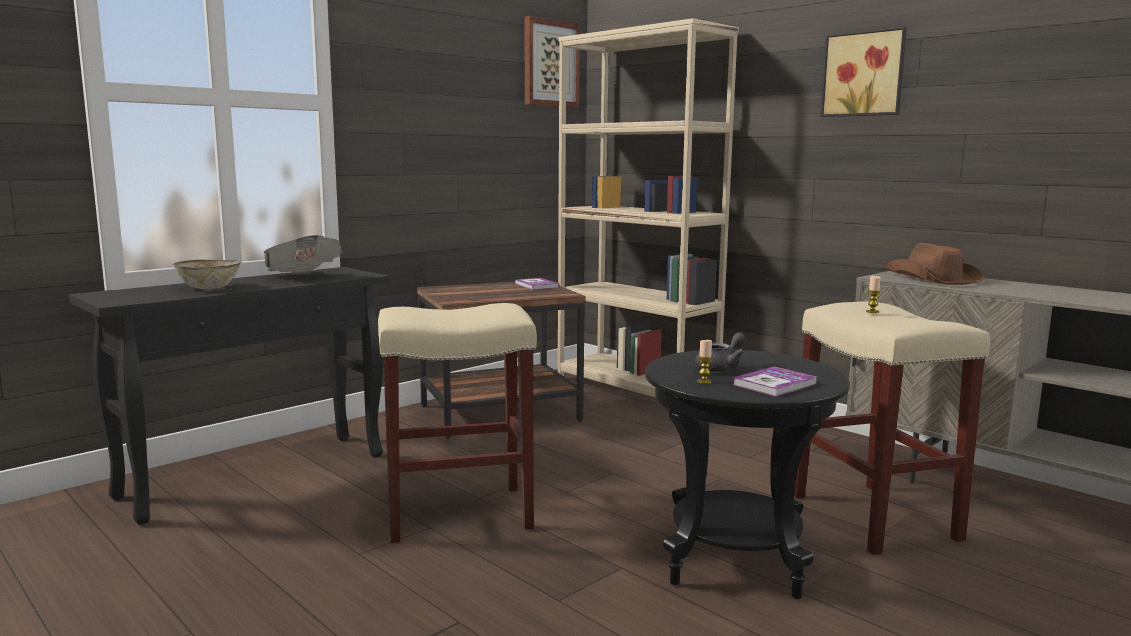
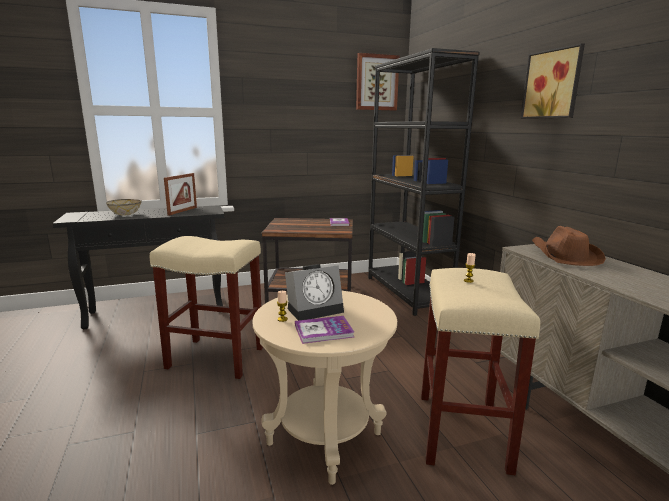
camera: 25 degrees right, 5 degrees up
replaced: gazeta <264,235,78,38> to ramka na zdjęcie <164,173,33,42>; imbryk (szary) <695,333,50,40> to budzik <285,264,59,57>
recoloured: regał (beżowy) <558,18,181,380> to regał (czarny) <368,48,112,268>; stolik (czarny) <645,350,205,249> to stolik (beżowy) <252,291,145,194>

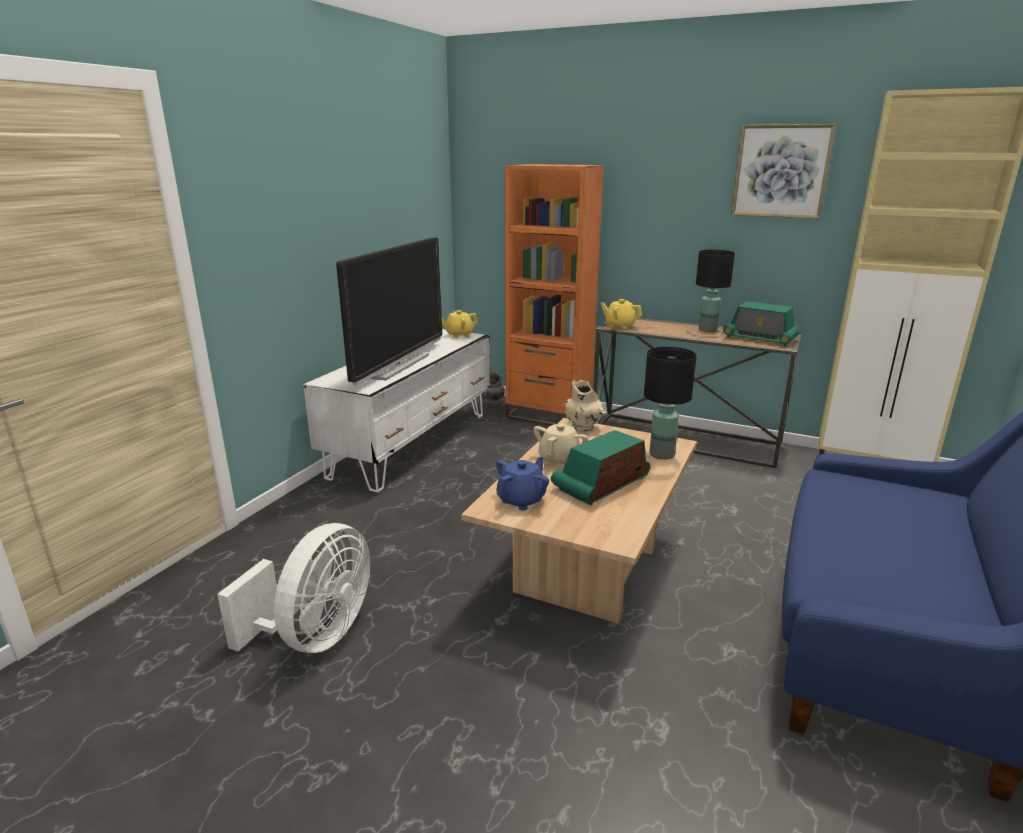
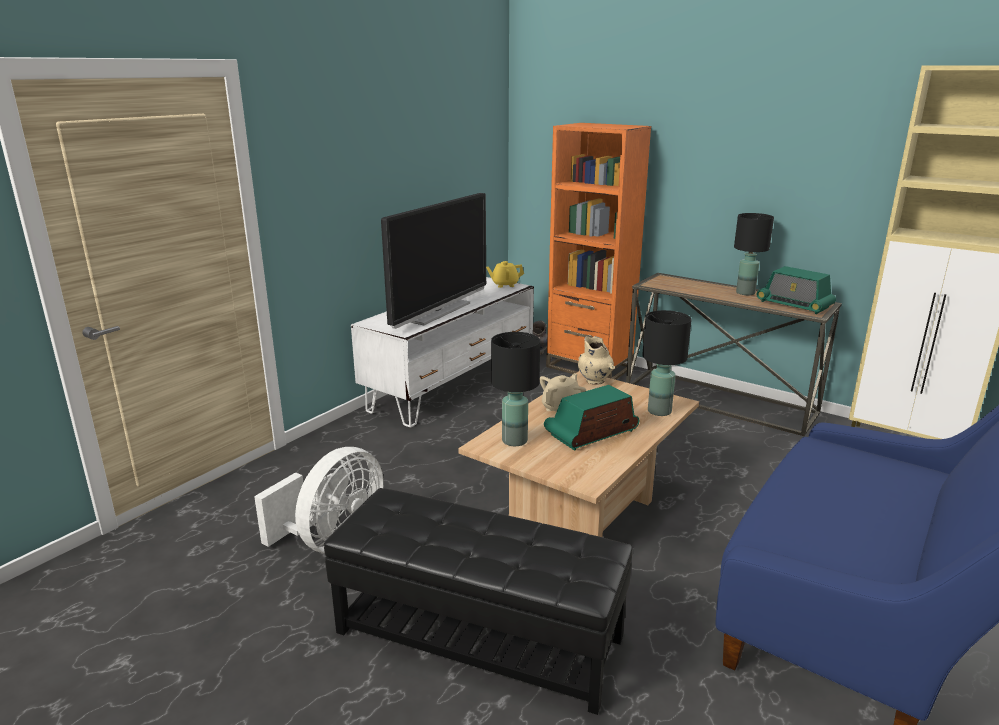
camera: 10 degrees right, 0 degrees up
removed: obraz <731,124,105,95>; imbryk (żółty) <600,299,42,30>
added: pufa (czarny) <324,488,309,227>
replaced: imbryk (niebieski) <496,457,53,54> to lampa stołowa (czarny) <491,332,49,114>

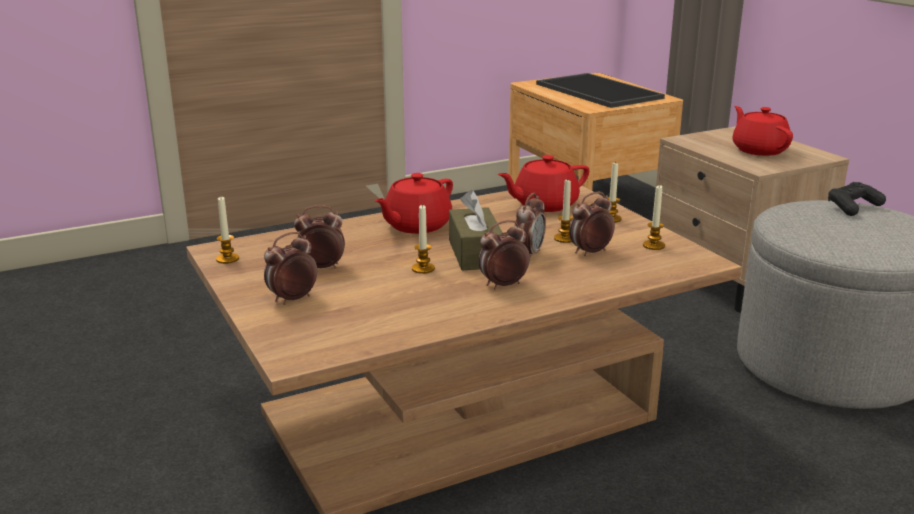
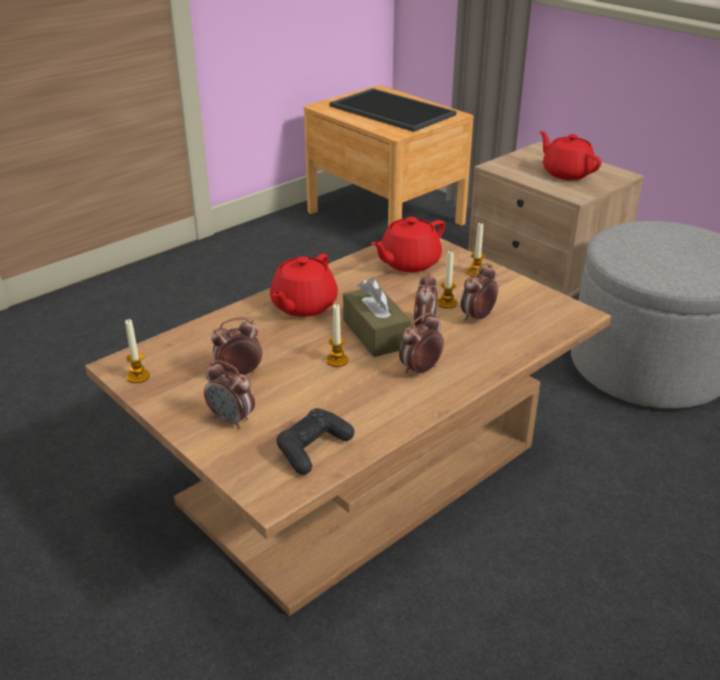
camera: 15 degrees left, 10 degrees up
removed: świeca <643,184,22,66>
moved: pad do gier (czarny) <828,182,58,34> to <277,408,77,67>
turned: budzik <264,232,53,73> = <204,360,51,69> 90 degrees counterclockwise

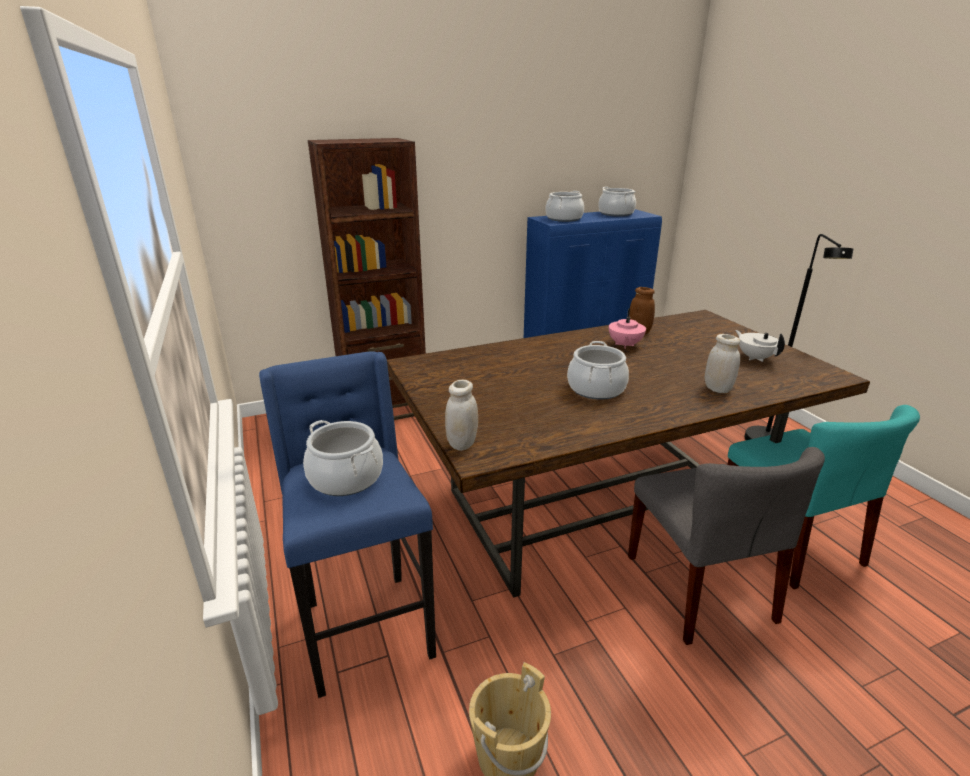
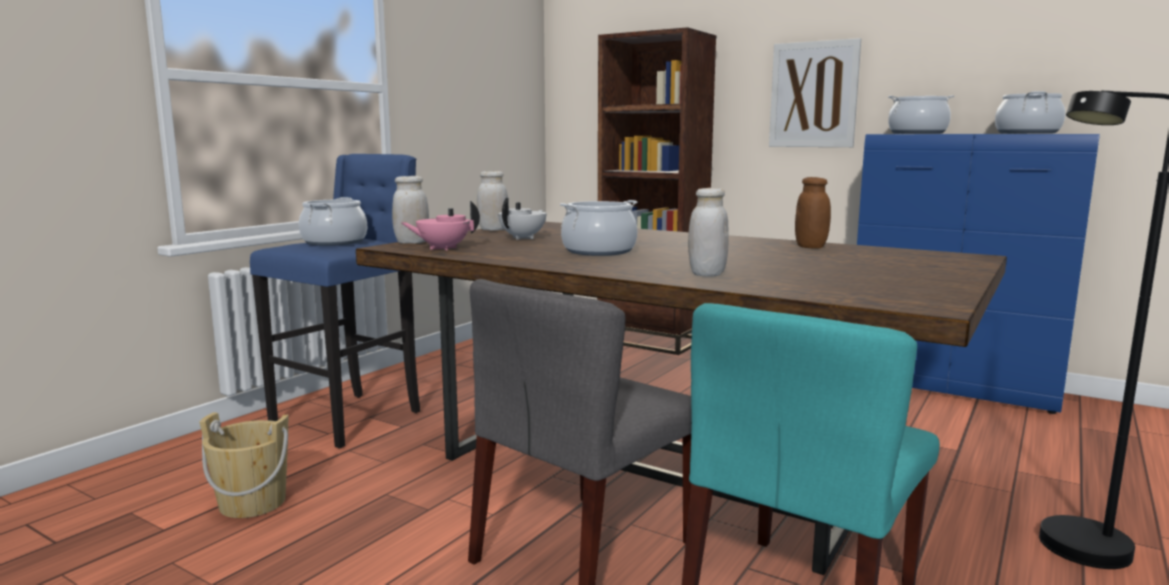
camera: 55 degrees right, 15 degrees down
added: obraz <769,38,92,109>; słoik (biały) <477,171,31,60>
moved: imbryk (różowy) <609,308,37,41> to <402,201,78,49>; imbryk (biały) <735,330,50,32> to <498,197,48,43>

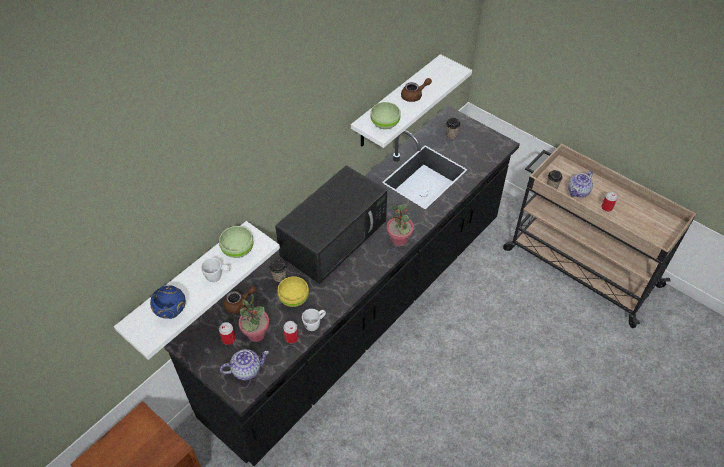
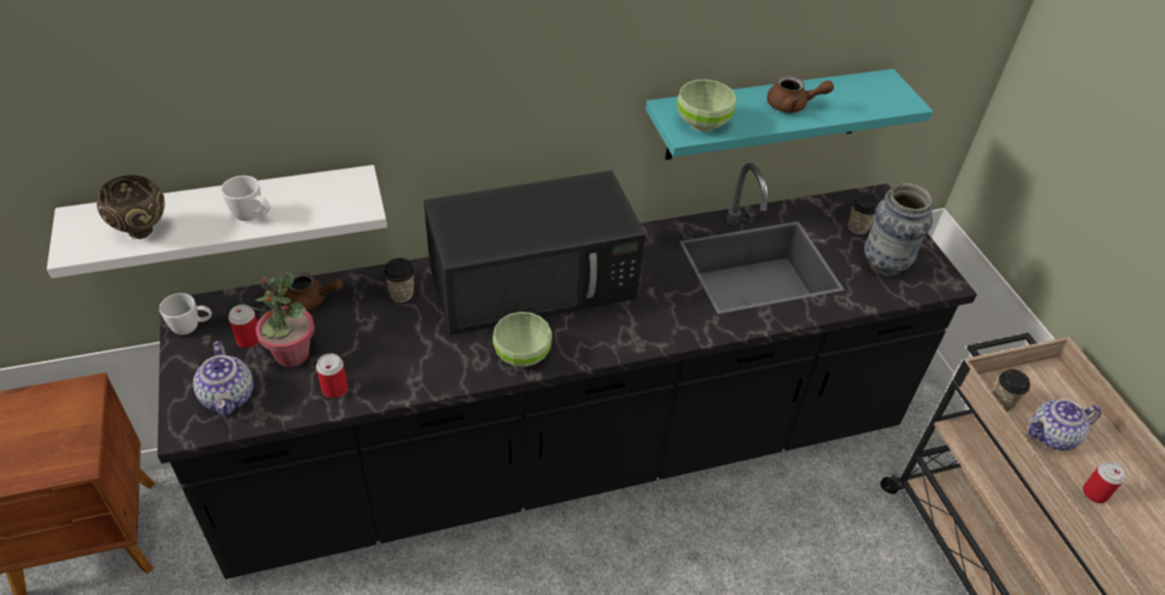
camera: 30 degrees right, 5 degrees down
removed: roślina doniczkowa <386,204,28,42>; miska (żółty) <277,277,32,30>
added: wazon <864,183,70,94>
moved: miska (zielony) <219,226,35,32> to <493,312,59,55>; kubek (biały) <302,309,24,22> to <159,293,53,42>
recoloured: półka (biały) <351,54,121,94> to półka (turkusowy) <646,69,287,91>; miska (niebieski) <150,286,36,33> to miska (brązowy) <97,175,68,64>
turned: imbryk <220,349,49,31> = <193,341,60,75> 60 degrees clockwise

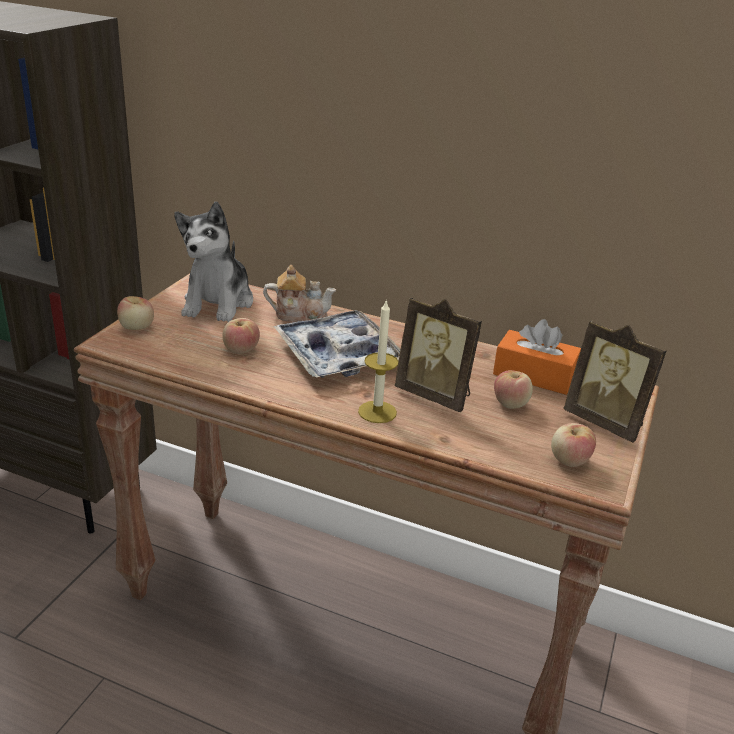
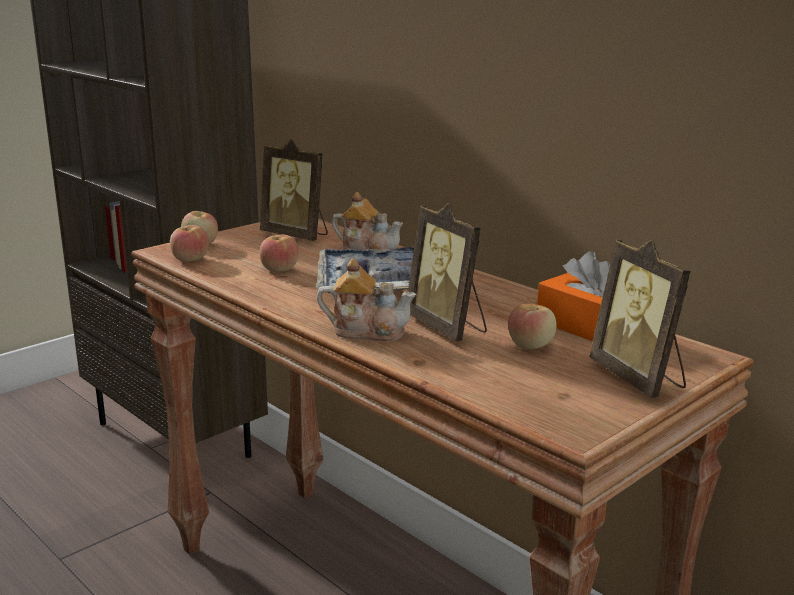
camera: 25 degrees right, 10 degrees down
moved: jabłko <551,423,45,44> to <170,225,39,37>
replaced: pluszak <174,202,79,120> to ramka na zdjęcie <260,139,68,102>; świeca <358,299,40,124> to imbryk <317,258,99,83>

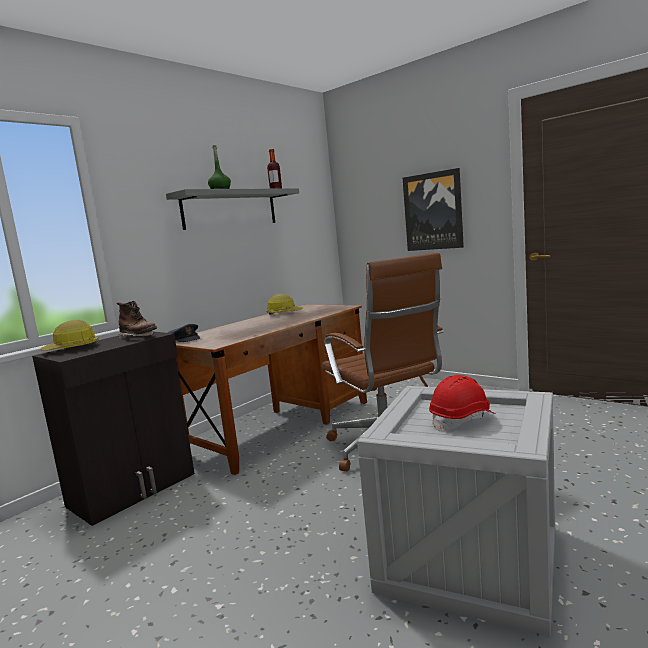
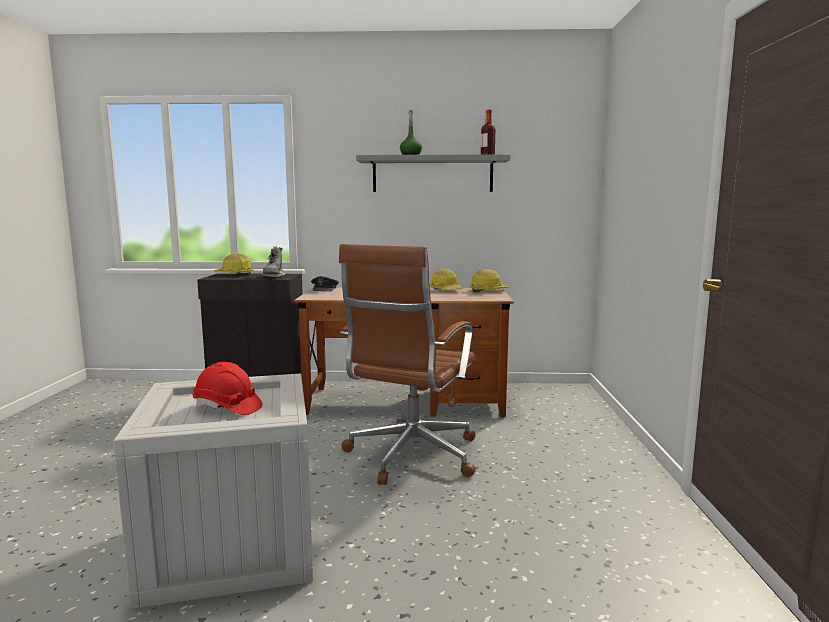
camera: 50 degrees right, 0 degrees up
removed: obraz <403,168,61,83>
added: kask <470,269,40,23>
recoloured: but z cholewką (brązowy) <117,301,40,37> to but z cholewką (szary) <261,247,24,30>

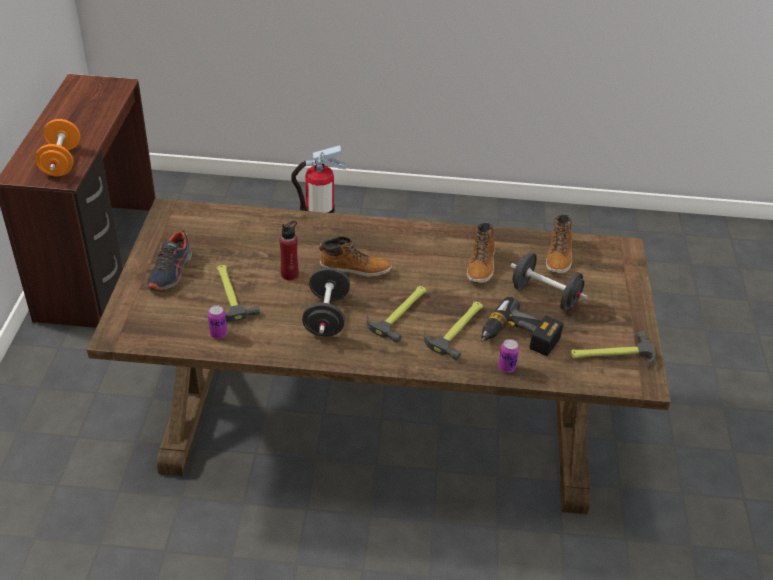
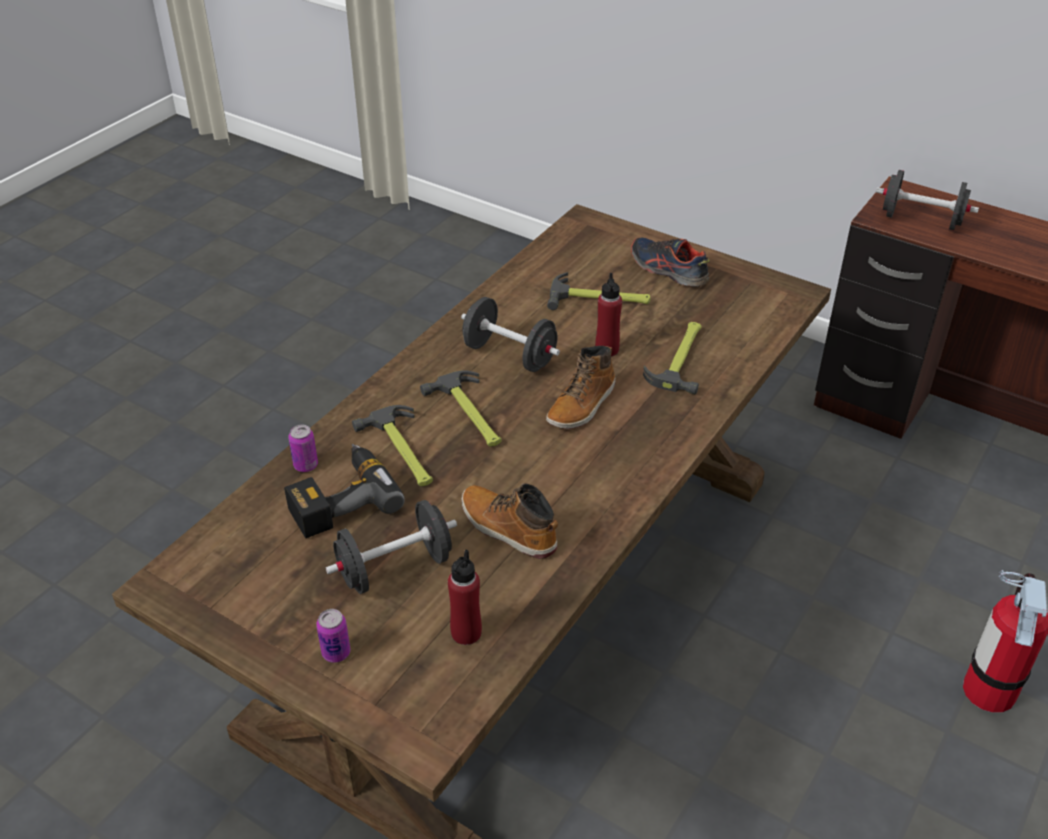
camera: 120 degrees right, 0 degrees up
moved: puszka <208,305,19,34> to <316,609,34,54>; młotek <571,331,85,38> to <643,322,59,73>
replaced: but z cholewką <546,215,26,58> to butelka (czerwony) <448,550,34,95>
recoloured: hantel (pomarańczowy) <35,119,45,57> to hantel (czarny) <875,170,104,60>

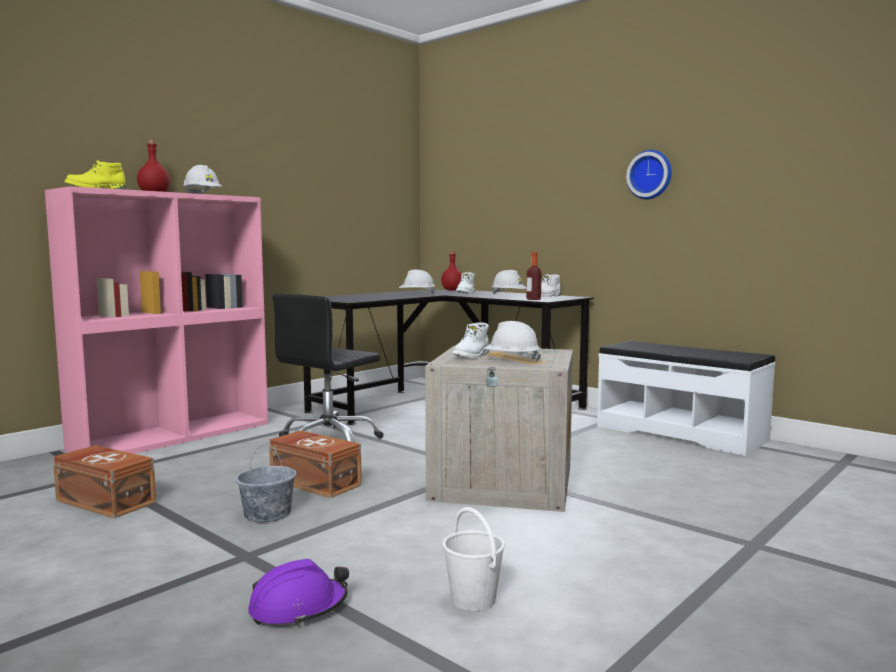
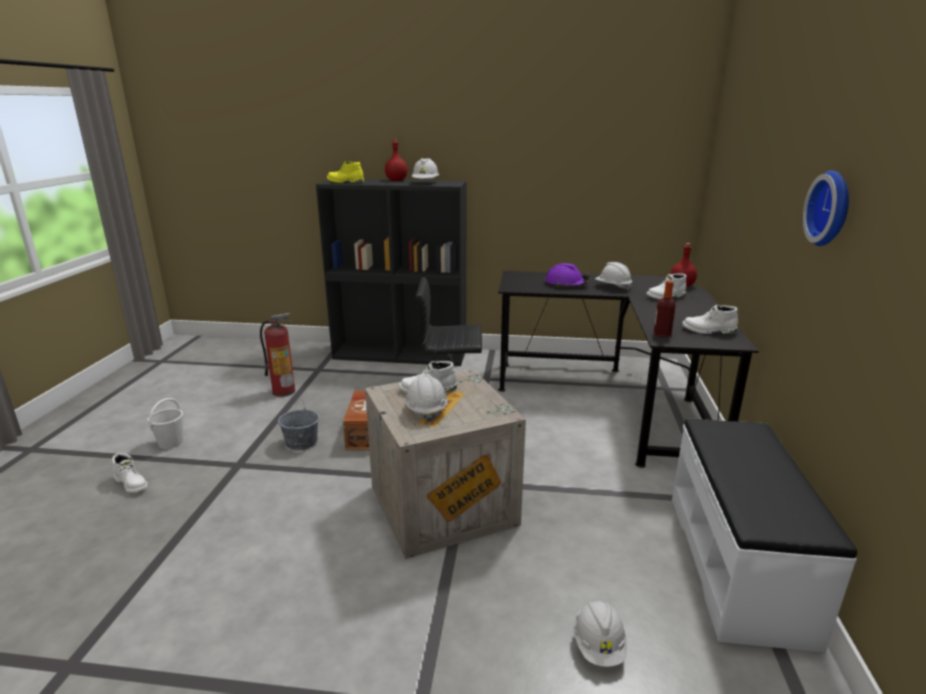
camera: 55 degrees right, 15 degrees up
added: but z cholewką (biały) <112,453,36,40>
moved: kask (biały) <492,270,34,24> to <573,601,54,66>; wiadro (biały) <443,507,62,104> to <147,398,36,51>; kask (fioletowy) <248,559,101,67> to <545,263,45,24>
replaced: pojemnik do przechowywania (brązowy) <53,445,103,73> to gaśnica <260,313,35,84>
recoloured: regał (różowy) <45,186,223,268> to regał (czarny) <316,179,151,187>

